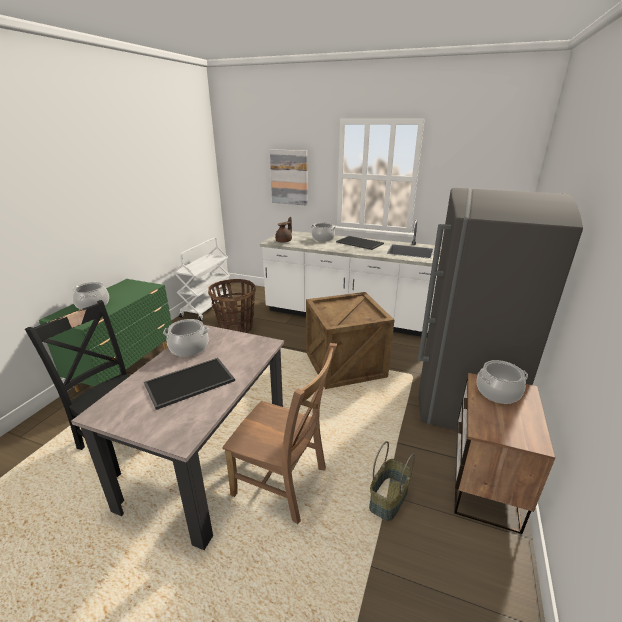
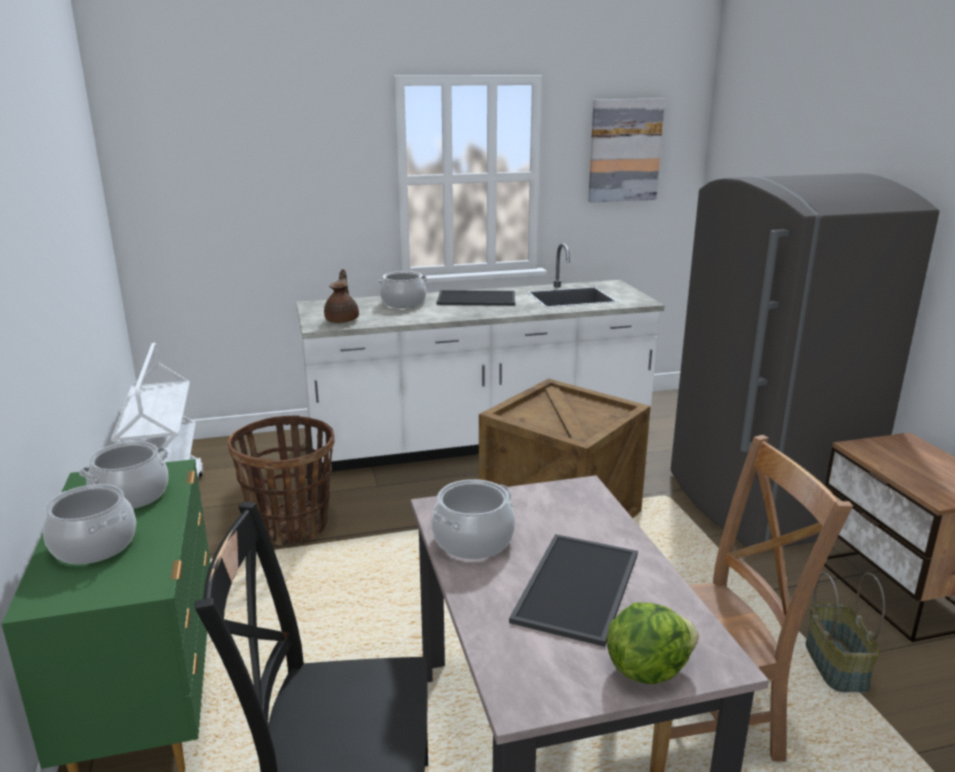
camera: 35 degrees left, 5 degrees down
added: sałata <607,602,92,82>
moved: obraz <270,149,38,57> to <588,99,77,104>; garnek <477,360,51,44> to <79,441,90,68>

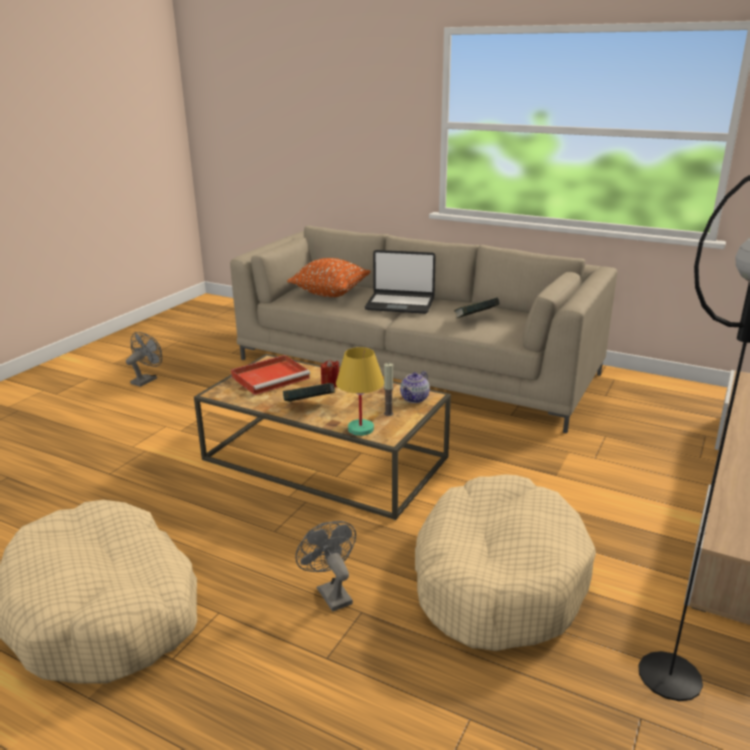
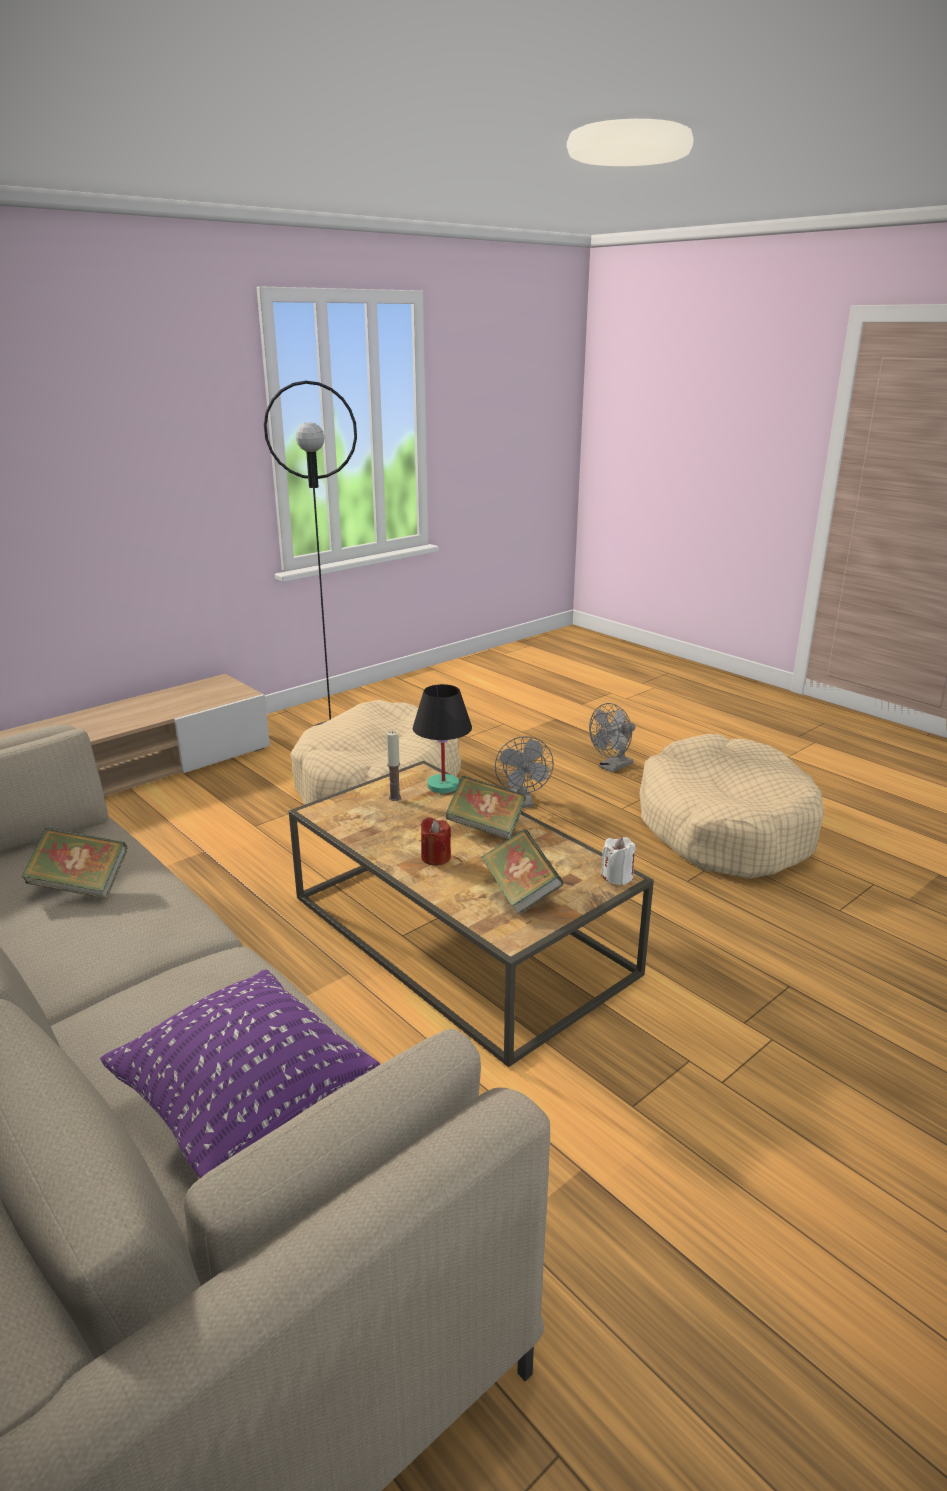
camera: 160 degrees left, 0 degrees up
removed: laptop <365,250,71,64>; imbryk <400,371,30,32>
added: świeca (biały) <601,837,35,48>
moved: wentylator (szary) <126,332,36,55> to <589,703,46,70>
replaced: taca (czerwony) <231,355,79,40> to książka <481,829,83,86>
recoloured: poduszka (pomarańczowy) <287,258,84,39> to poduszka (fioletowy) <100,969,280,209>; lampa stołowa (żółty) <336,347,48,89> to lampa stołowa (czarny) <413,684,59,109>

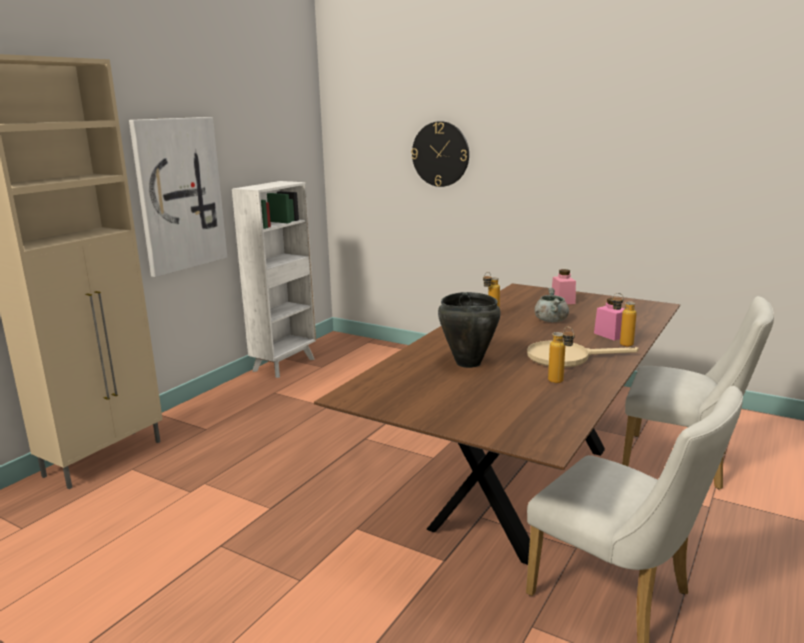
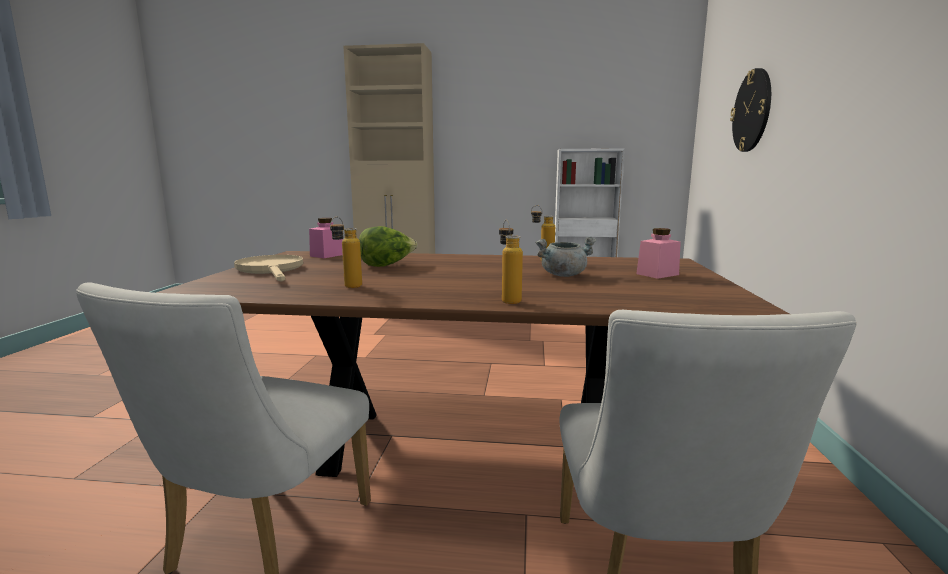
camera: 65 degrees right, 5 degrees down
removed: obraz <129,117,98,160>
moved: słoik (różowy) <594,298,30,43> to <309,218,34,40>; patelnia (beżowy) <527,340,111,27> to <234,255,69,27>
replaced: garnek (czarny) <438,292,63,76> to sałata <359,226,58,41>

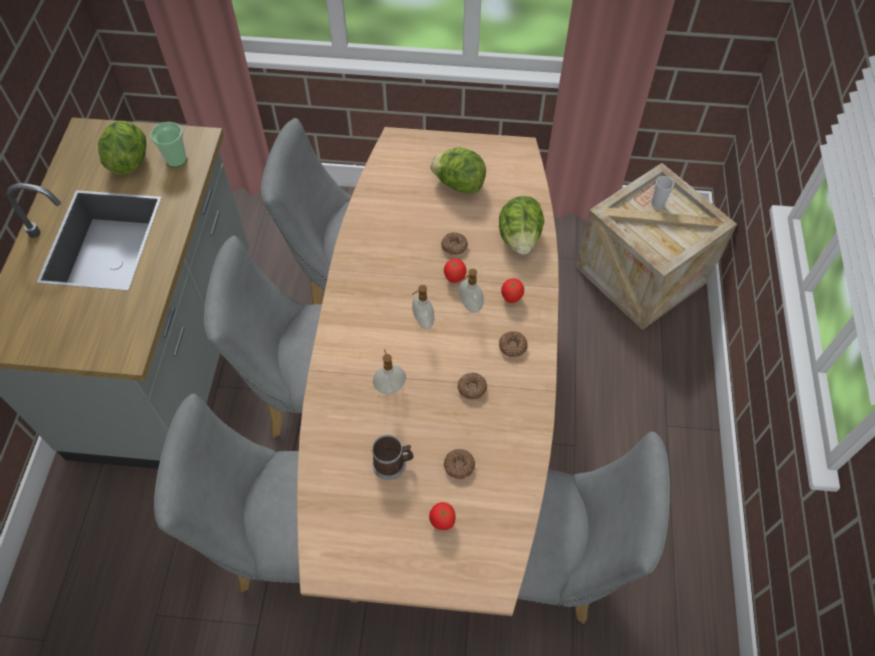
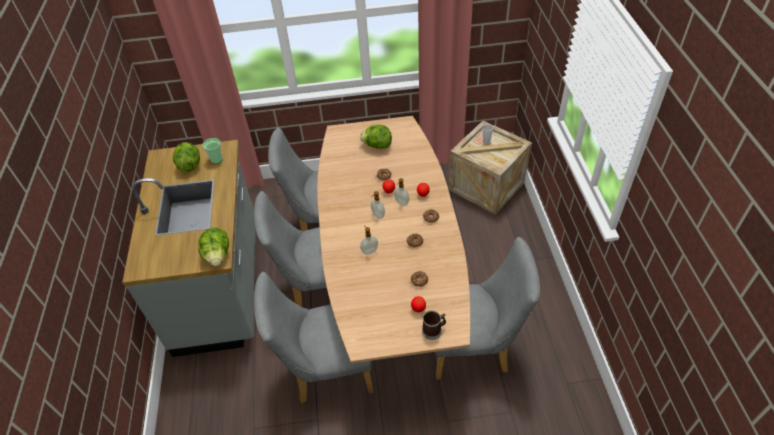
camera: 10 degrees left, 10 degrees down
moved: sałata <499,196,46,59> to <198,228,31,38>; kubek <371,434,42,46> to <422,311,24,29>

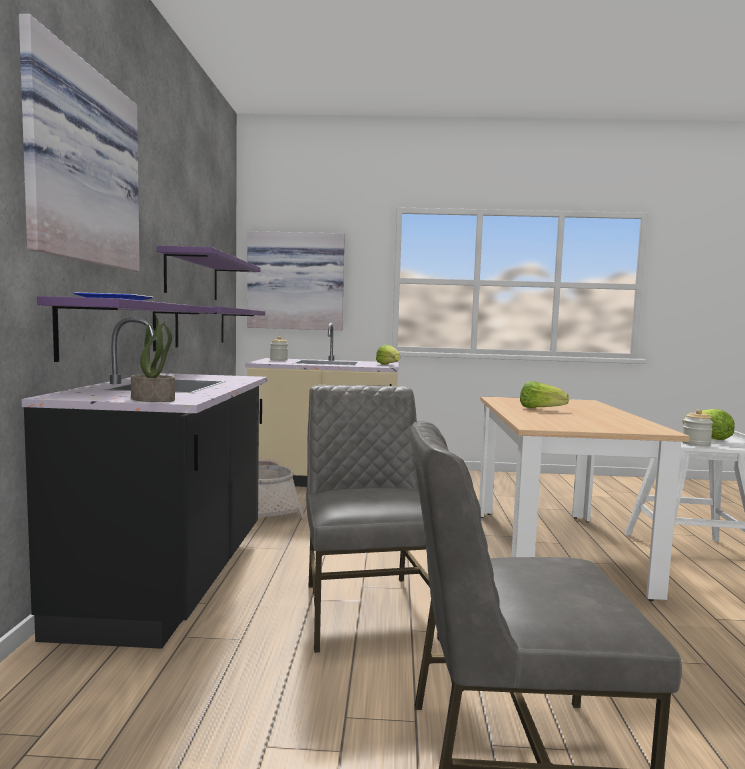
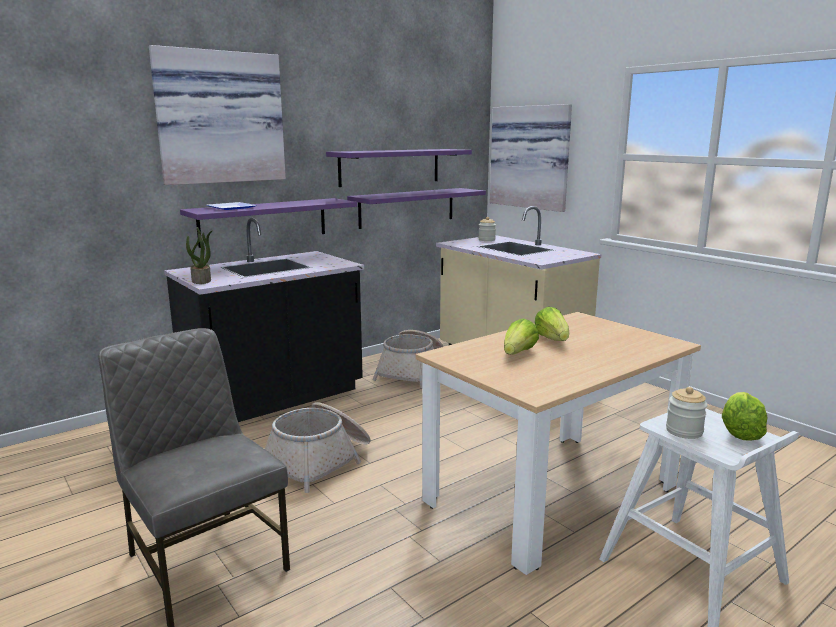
camera: 50 degrees right, 10 degrees up
moved: sałata <376,344,24,21> to <504,318,35,37>
replaced: krzesło (szary) <306,385,134,268> to koszyk <264,402,107,91>

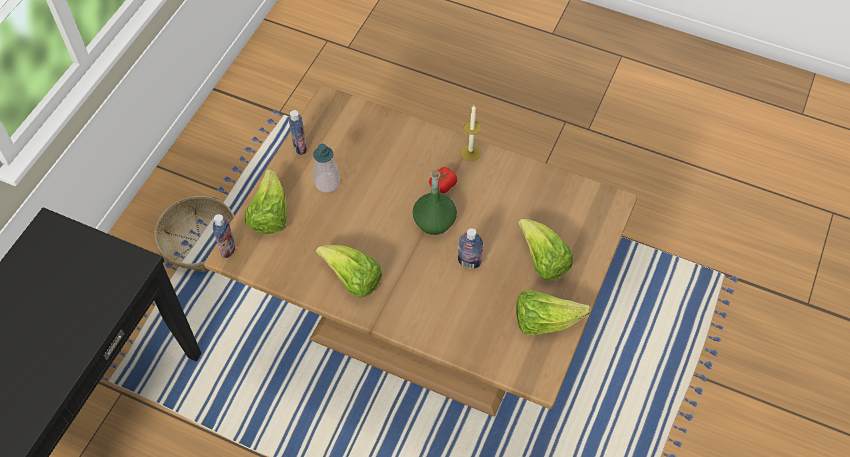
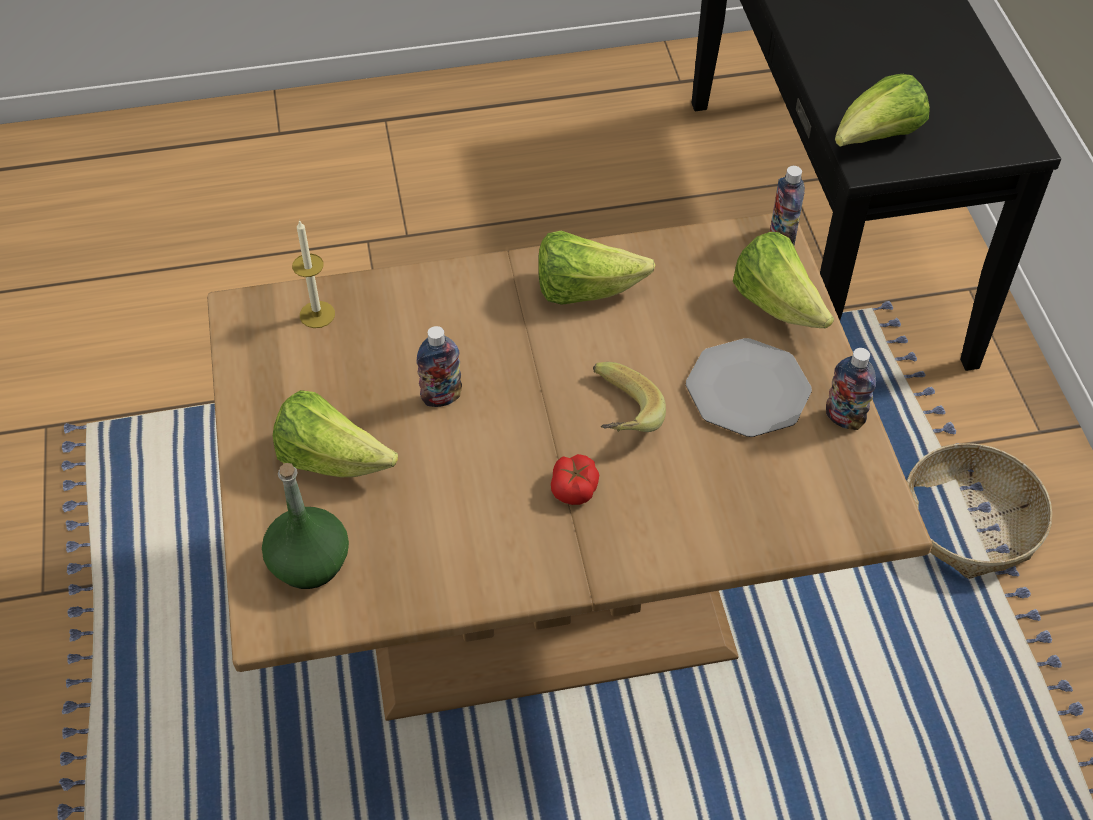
camera: 145 degrees right, 5 degrees down
added: banan <593,362,73,70>
moved: świeca <461,105,20,56> to <292,220,43,108>; butelka (zielony) <413,170,44,65> to <262,463,87,126>; sałata <516,290,74,45> to <835,74,95,73>
replaced: dozownik mydła <313,144,27,49> to talerz <686,338,126,99>

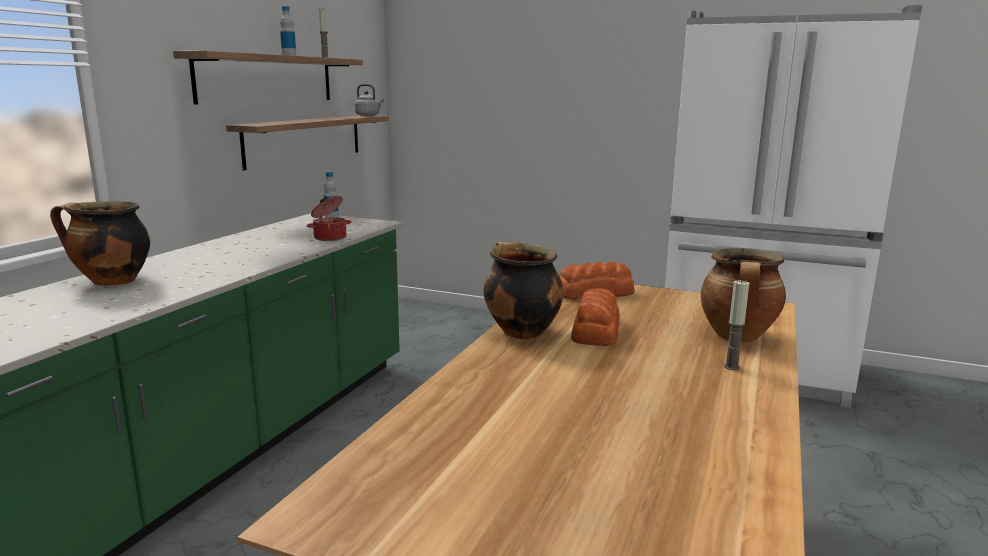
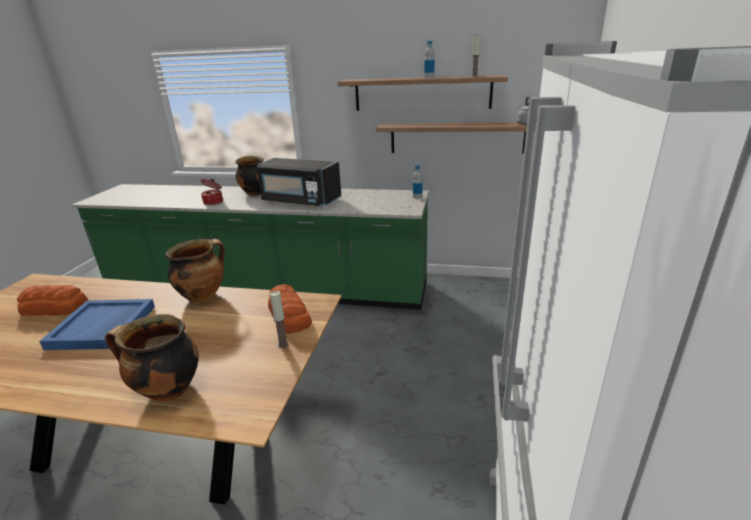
camera: 80 degrees right, 10 degrees up
added: mikrofalówka (czarny) <256,158,85,49>; taca (niebieski) <39,299,116,51>
moved: garnek <306,196,46,45> to <200,179,23,26>; świeca <724,280,25,90> to <270,291,19,58>; chleb <571,288,49,58> to <17,285,71,31>

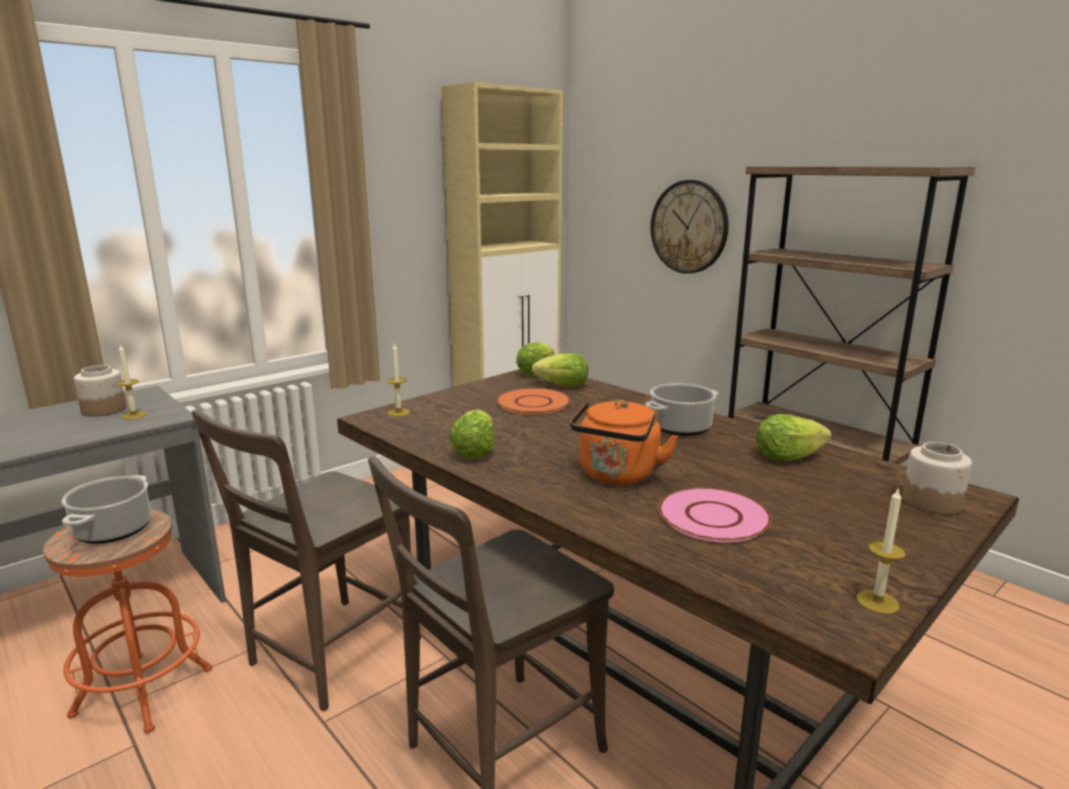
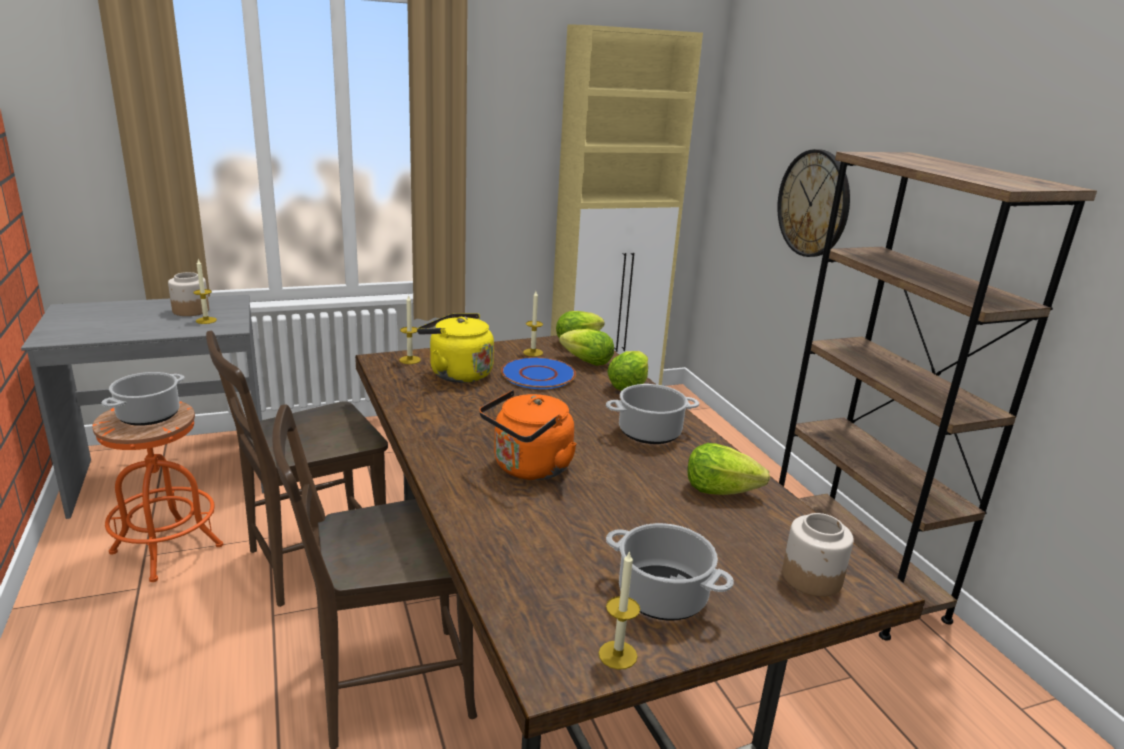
camera: 20 degrees right, 5 degrees up
removed: talerz (różowy) <658,488,114,55>
added: świeca <523,291,20,66>; czajnik (żółty) <417,313,77,70>; garnek <606,523,128,98>
moved: sałata <449,409,46,50> to <607,351,41,40>
recoloured: talerz (pomarańczowy) <496,388,75,27> to talerz (niebieski) <501,357,75,32>

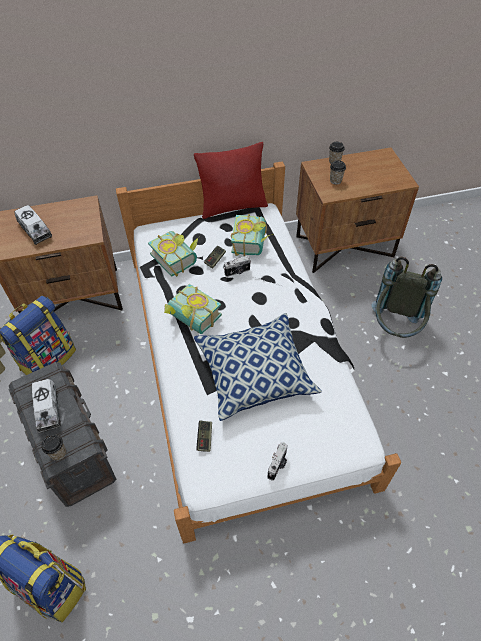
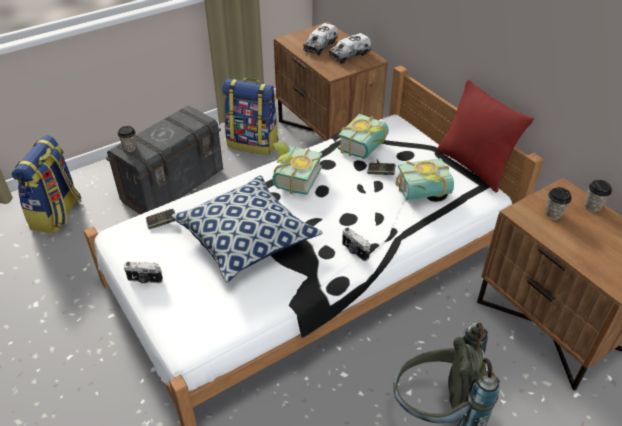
camera: 70 degrees right, 10 degrees down
moved: aparat fotograficzny <224,256,27,21> to <342,227,28,34>; ciężarówka zabawkowa <32,379,29,54> to <329,33,42,31>

